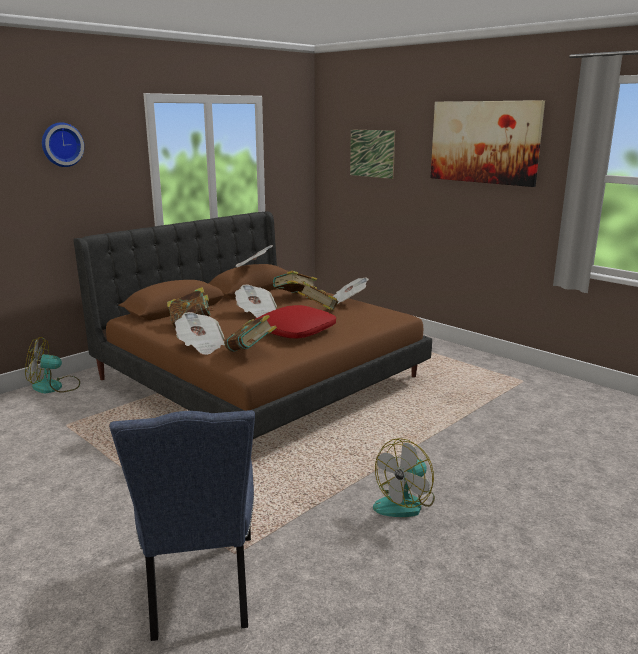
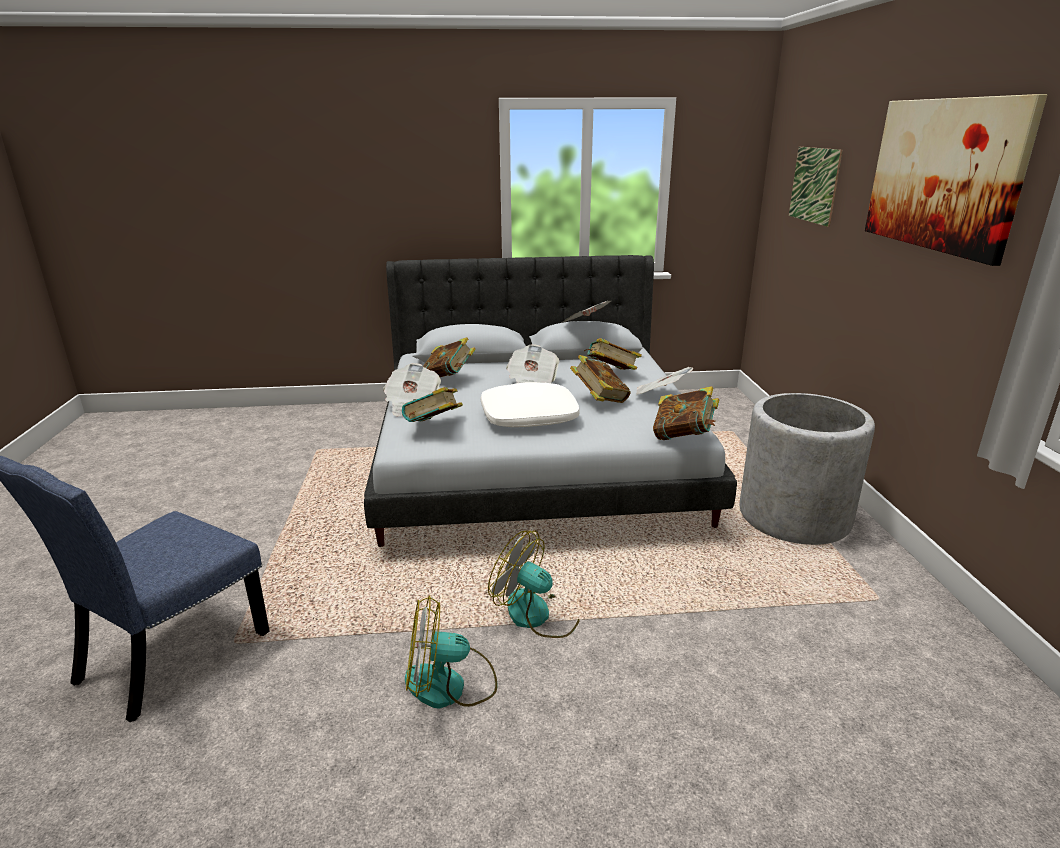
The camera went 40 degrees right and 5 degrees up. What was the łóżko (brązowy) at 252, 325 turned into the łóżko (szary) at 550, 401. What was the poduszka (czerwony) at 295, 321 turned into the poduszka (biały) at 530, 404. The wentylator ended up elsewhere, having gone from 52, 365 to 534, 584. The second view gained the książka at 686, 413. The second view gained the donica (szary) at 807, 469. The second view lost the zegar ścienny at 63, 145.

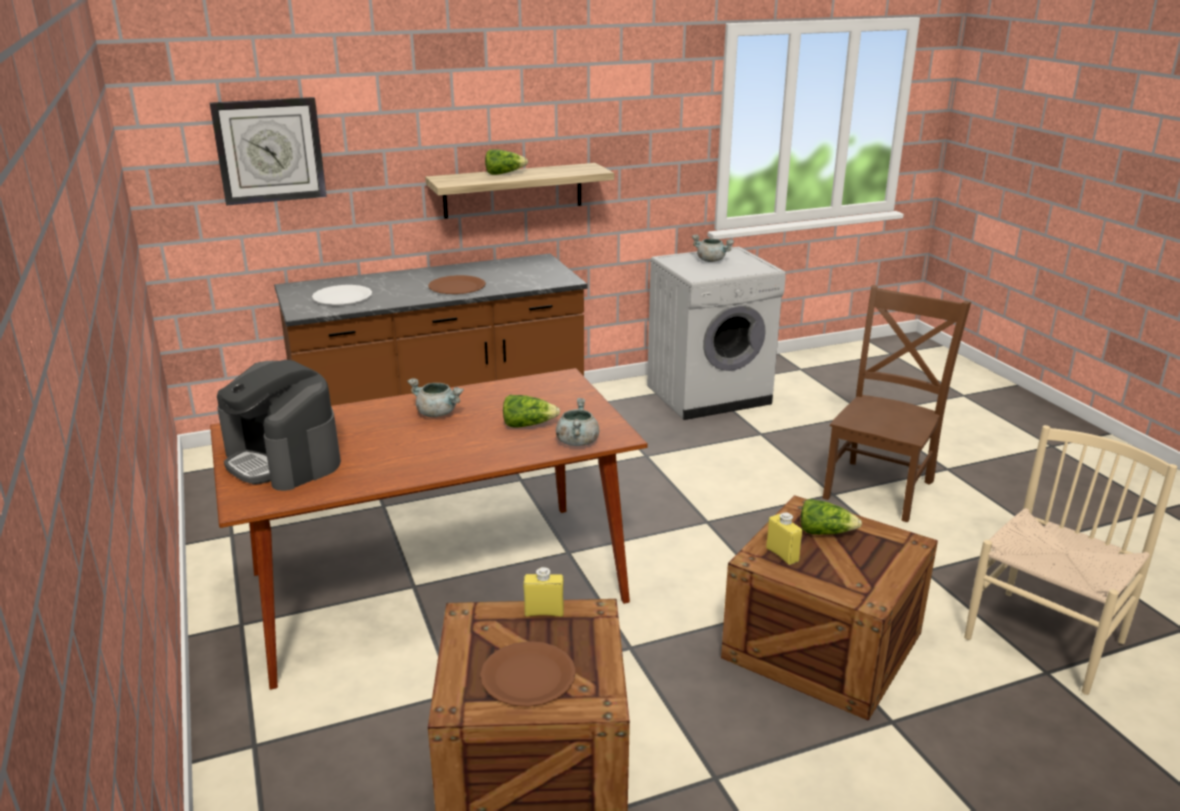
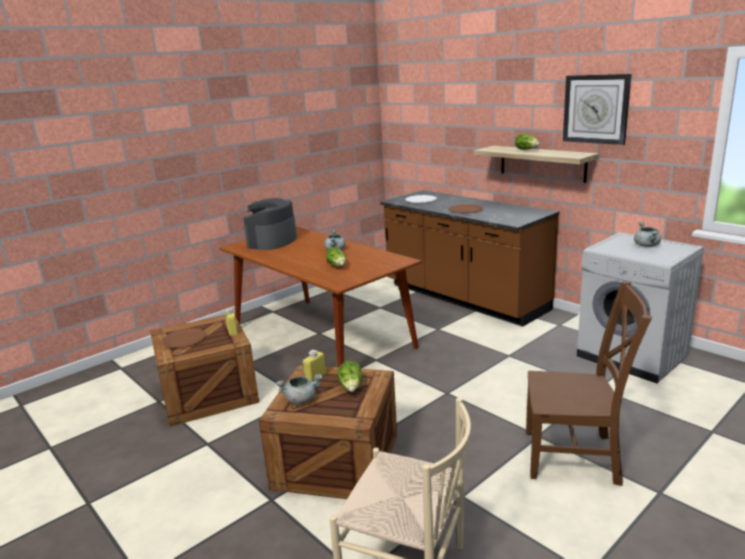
The camera went 70 degrees right and 5 degrees down. The garnek (szary) ended up elsewhere, having gone from 578, 422 to 299, 389. The zegar ścienny ended up elsewhere, having gone from 268, 151 to 597, 109.

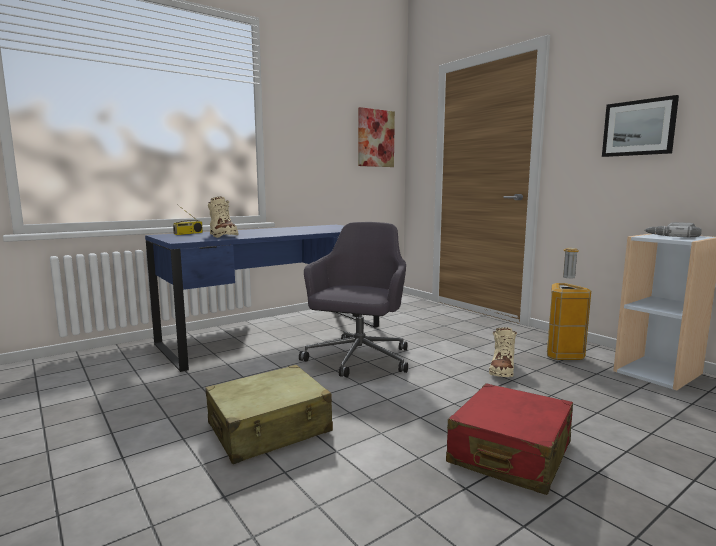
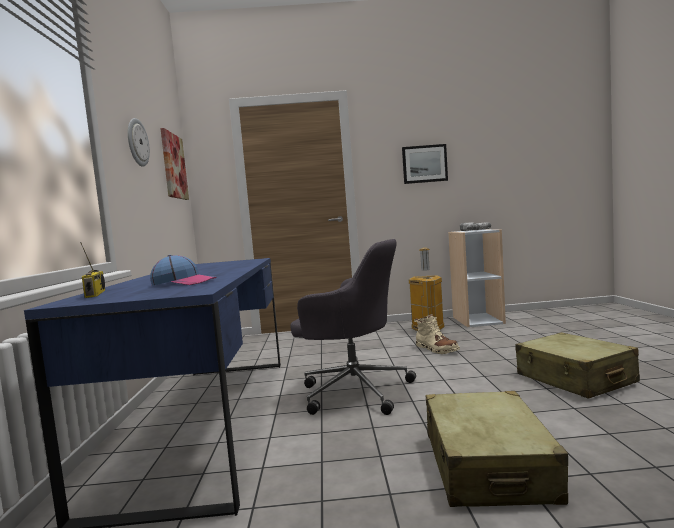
The camera went 55 degrees left and 5 degrees down. The second view gained the zegar ścienny at 139, 142. Where the but z cholewką (beżowy) stood at 223, 217, the czapka z daszkiem came to stand at 183, 270. The krzesło biurowe (szary) at 353, 299 ended up facing another way, 150 degrees clockwise from before. What was the walizka (czerwony) at 509, 439 turned into the walizka (beżowy) at 577, 365.

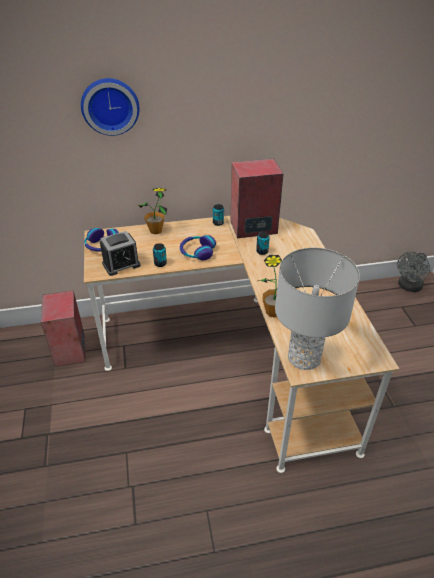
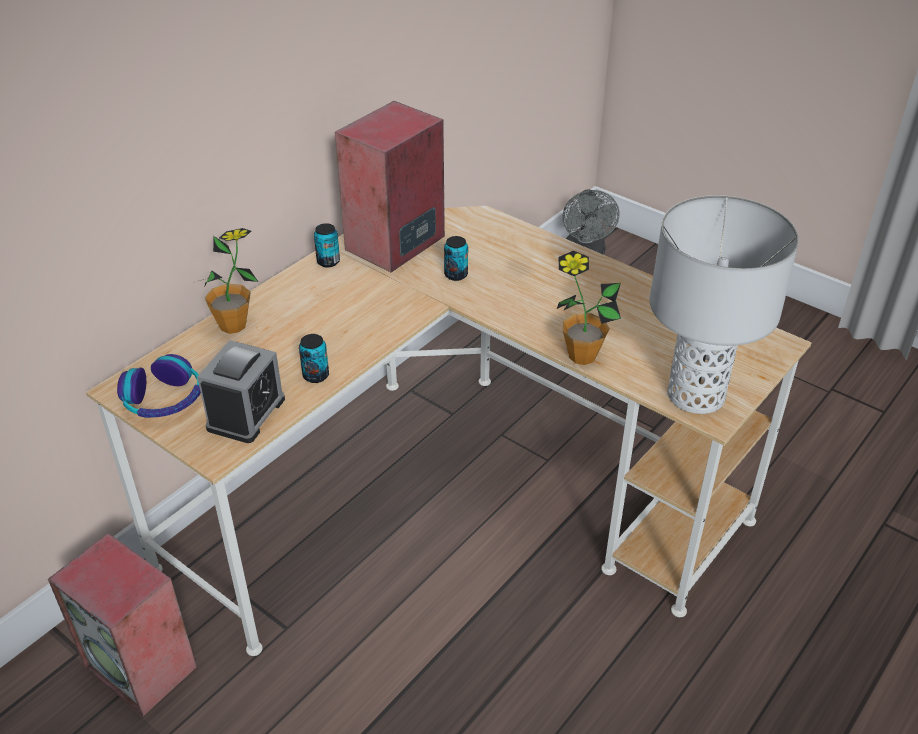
The camera went 40 degrees left and 0 degrees up. The second view lost the zegar ścienny at 110, 107. The second view lost the słuchawki at 198, 247.

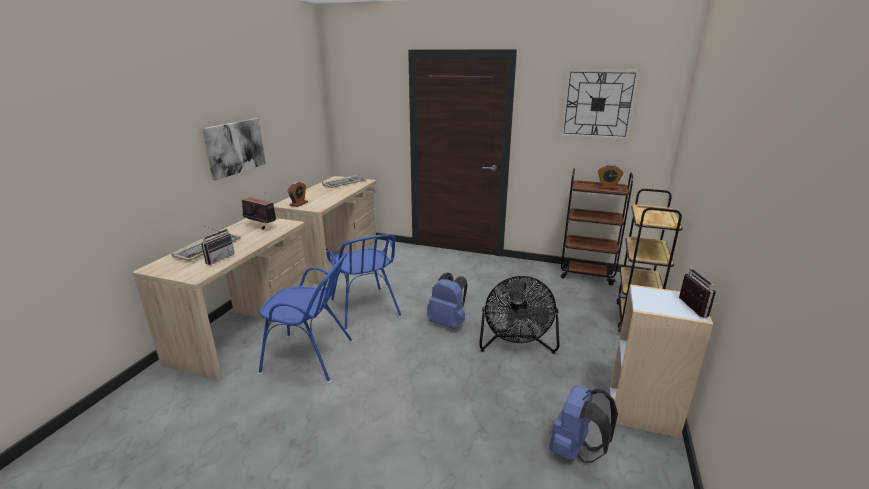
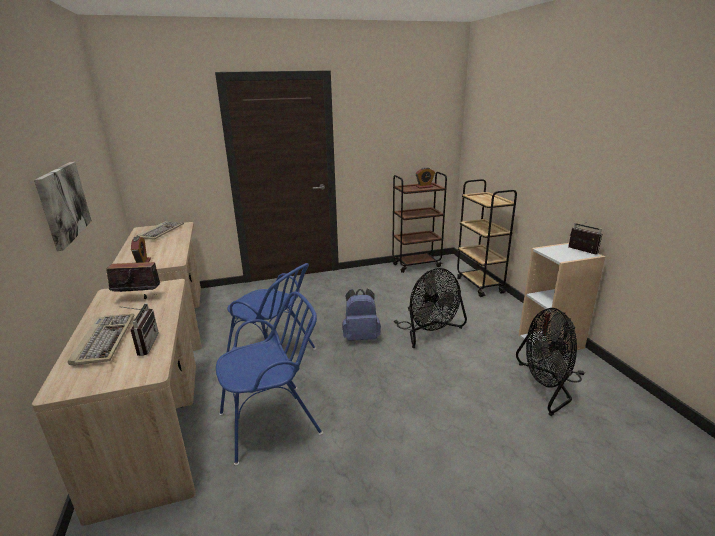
The camera went 35 degrees left and 0 degrees up. Where the plecak (niebieski) stood at 583, 424, the wentylator (czarny) came to stand at 551, 362. The second view lost the zegar ścienny at 600, 104.

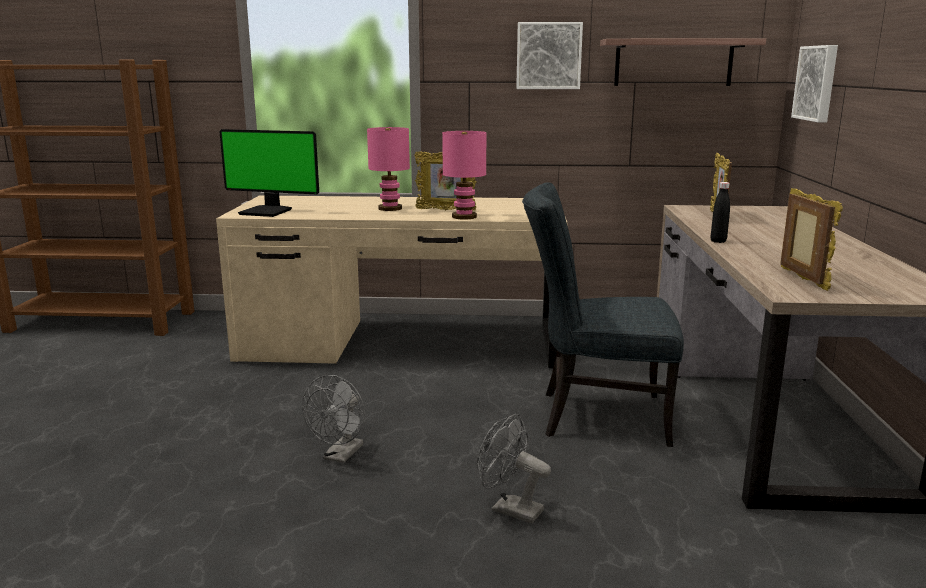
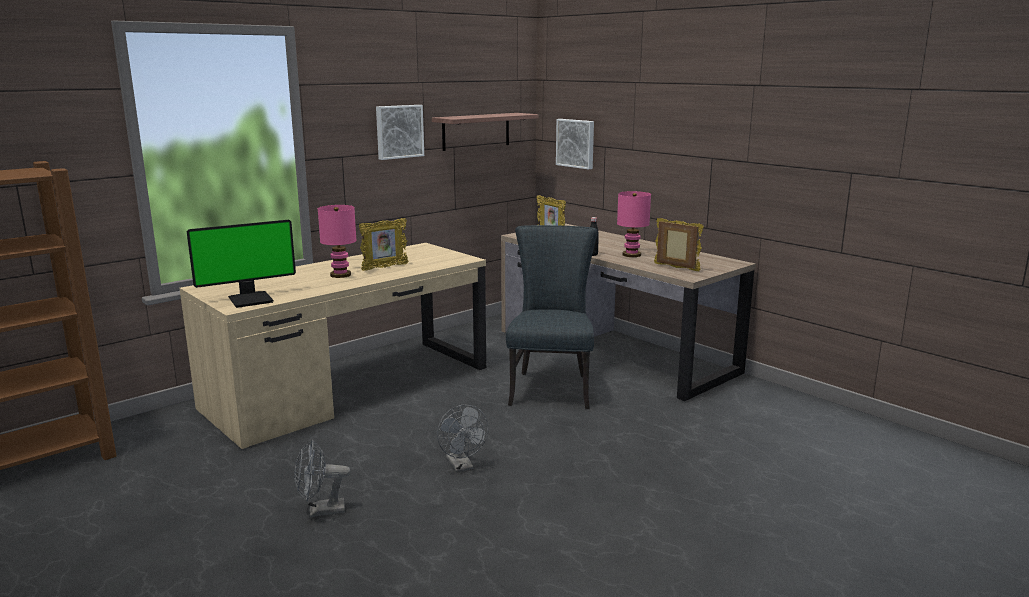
The camera went 45 degrees left and 0 degrees up. The wentylator (szary) ended up elsewhere, having gone from 514, 468 to 322, 478. The krzesło (szary) at 603, 314 ended up facing another way, 135 degrees clockwise from before. The lampa stołowa (różowy) ended up elsewhere, having gone from 464, 175 to 634, 224.

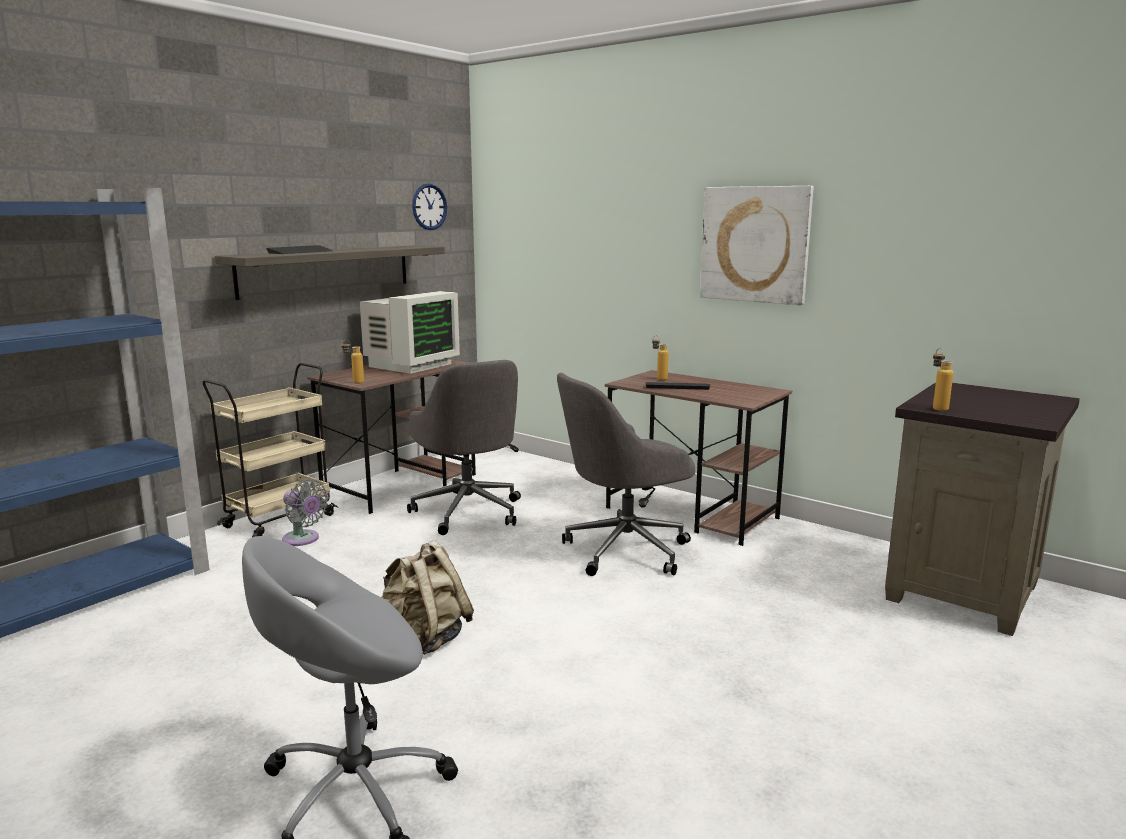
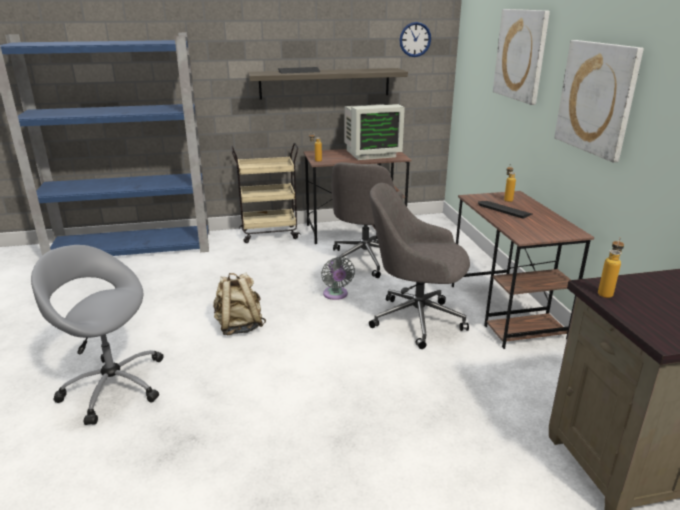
The camera went 40 degrees right and 10 degrees up. The wentylator (szary) ended up elsewhere, having gone from 305, 512 to 338, 278. The second view gained the obraz at 521, 57.

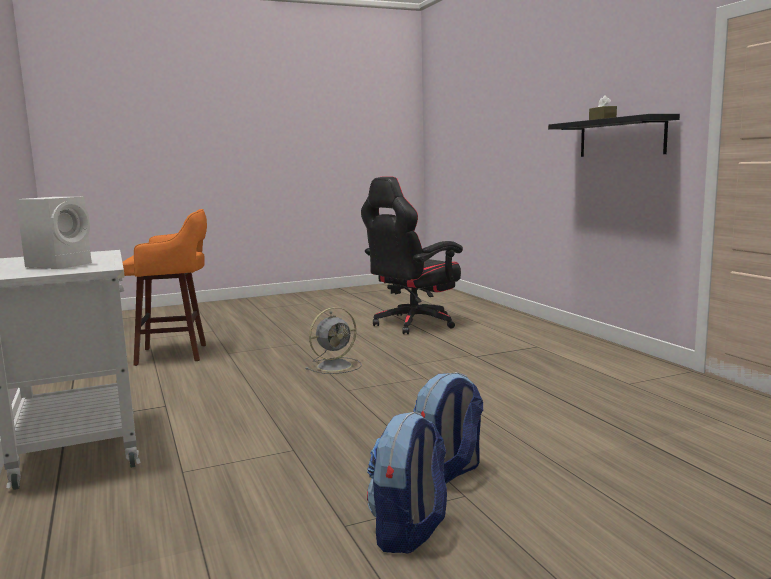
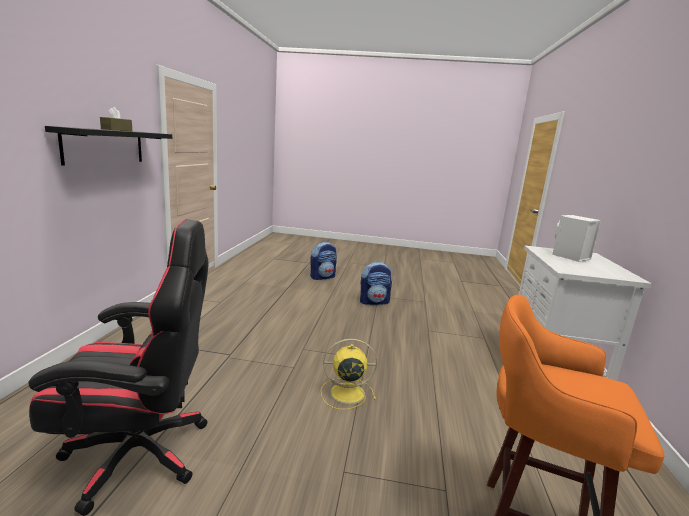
The camera went 150 degrees left and 5 degrees up. The plecak ended up elsewhere, having gone from 407, 483 to 323, 261. What was the wentylator (szary) at 334, 340 turned into the wentylator (żółty) at 349, 374.

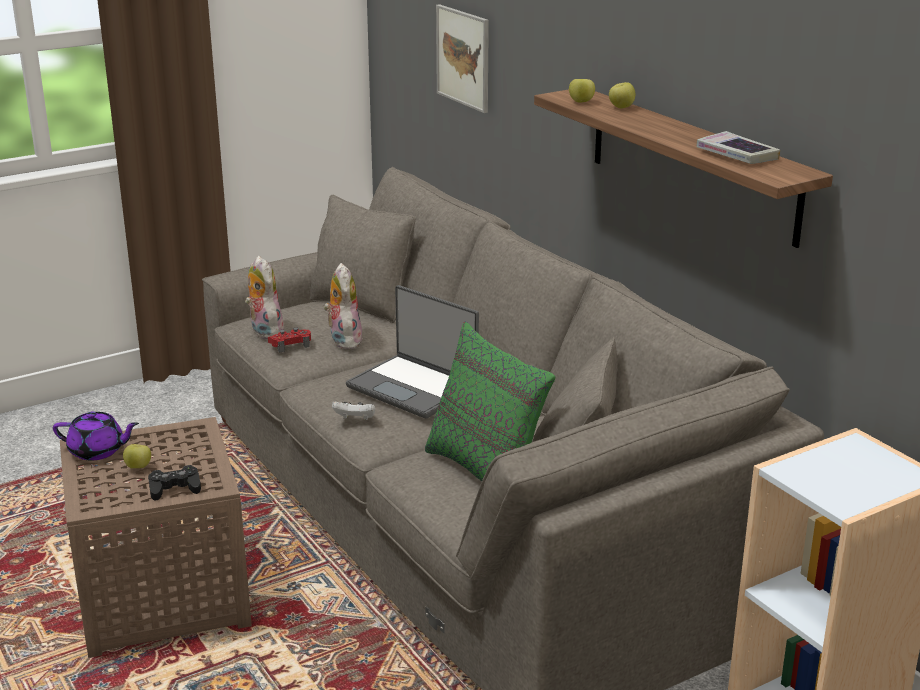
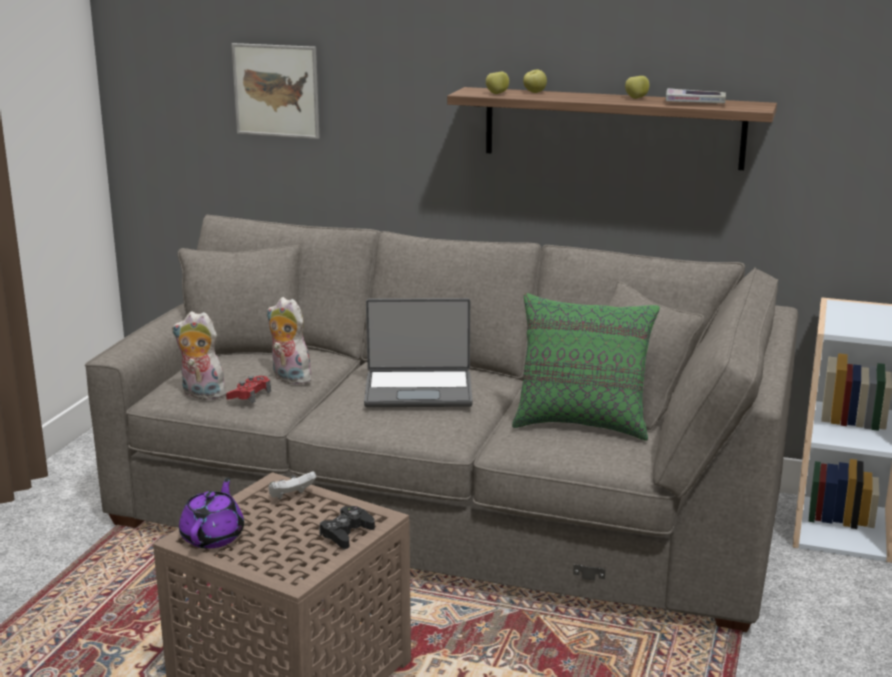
The camera went 40 degrees left and 5 degrees down. The imbryk (fioletowy) at 96, 436 ended up facing another way, 45 degrees counterclockwise from before. The pad do gier (biały) ended up elsewhere, having gone from 353, 411 to 292, 485. The jabłko ended up elsewhere, having gone from 137, 456 to 637, 87.

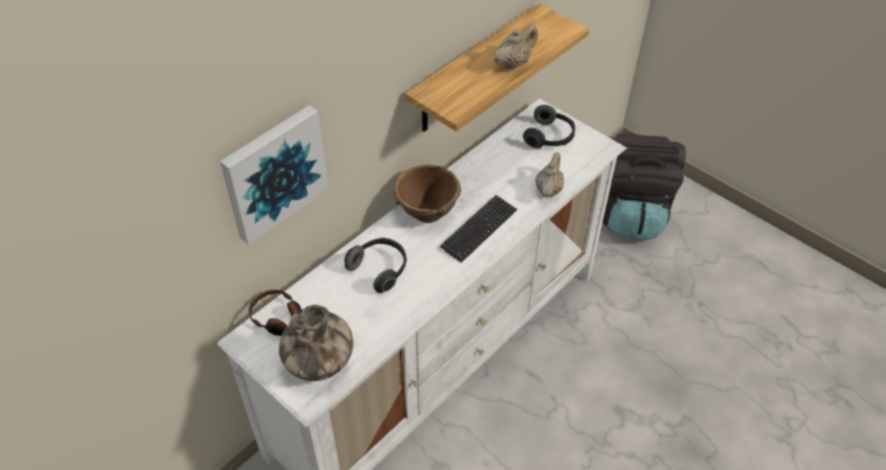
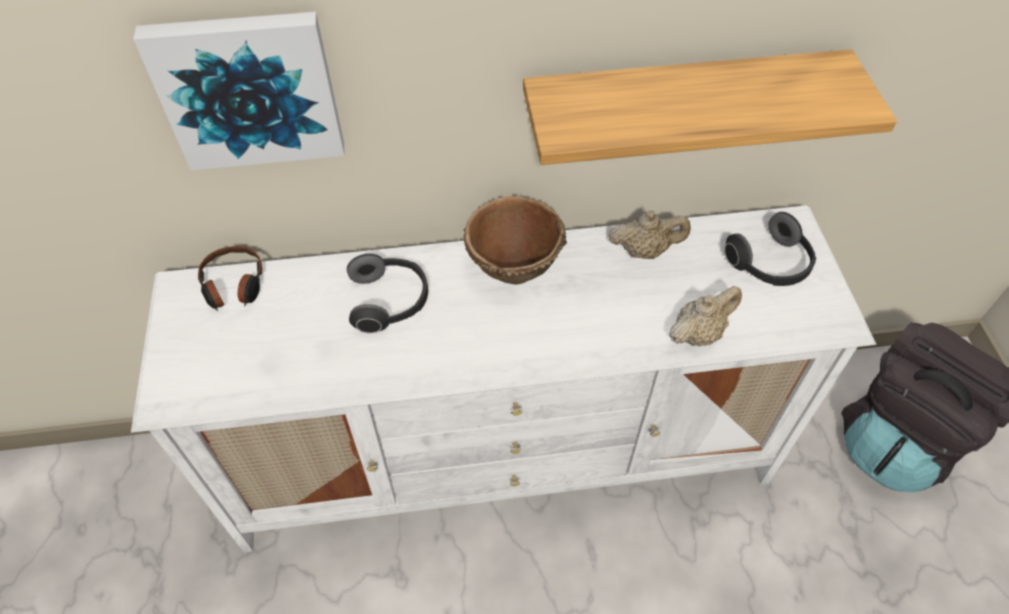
The camera went 40 degrees right and 5 degrees up. The imbryk (beżowy) ended up elsewhere, having gone from 516, 47 to 649, 235. The second view lost the wazon at 316, 343. The second view lost the klawiatura at 478, 229.

